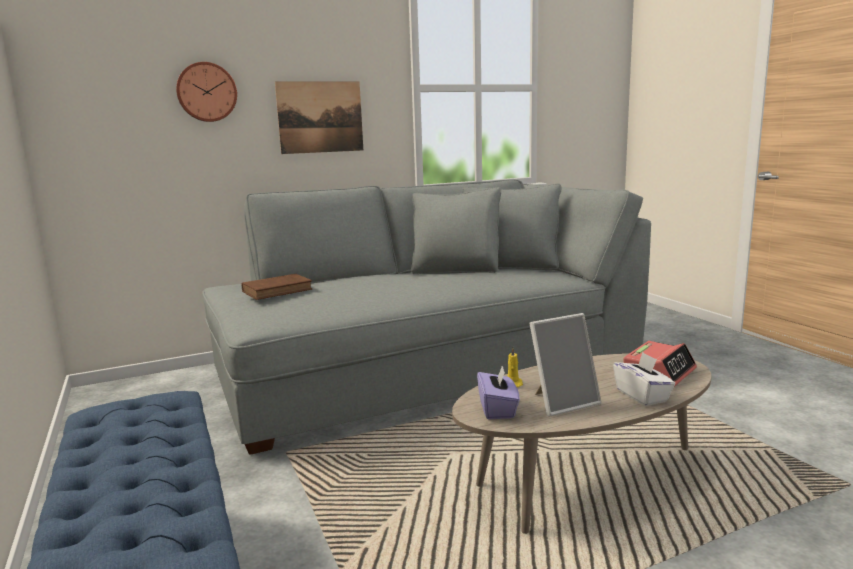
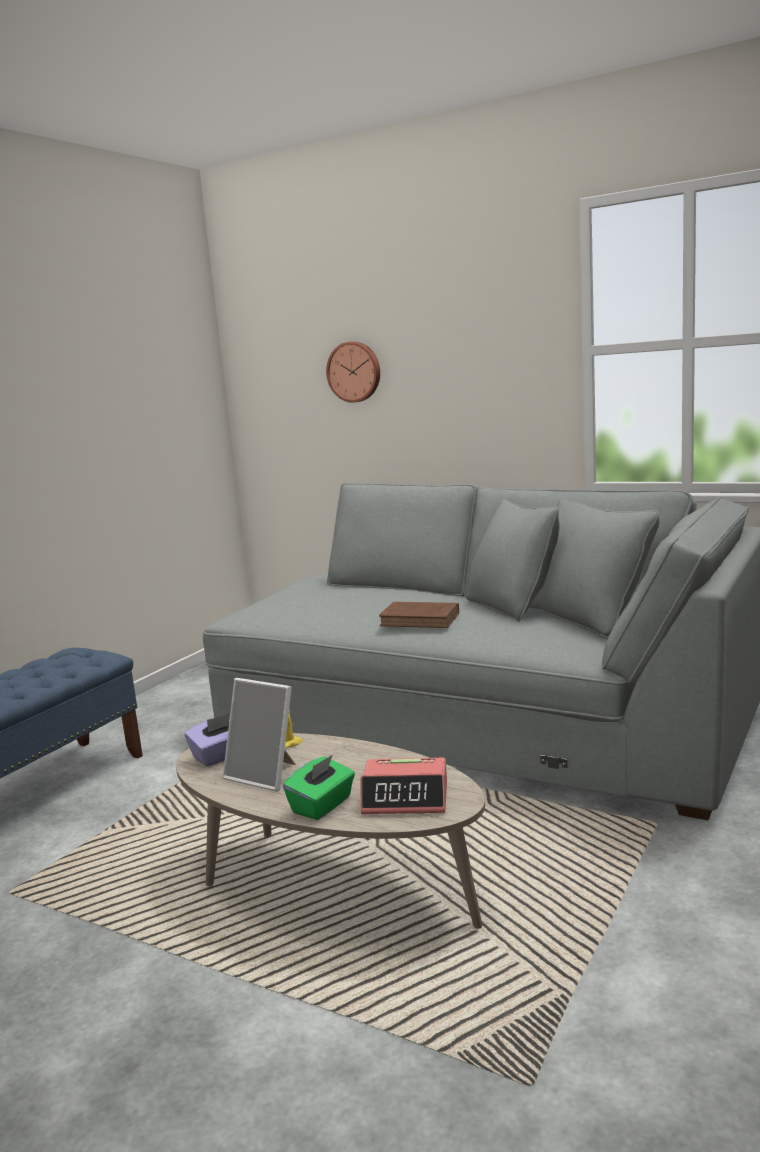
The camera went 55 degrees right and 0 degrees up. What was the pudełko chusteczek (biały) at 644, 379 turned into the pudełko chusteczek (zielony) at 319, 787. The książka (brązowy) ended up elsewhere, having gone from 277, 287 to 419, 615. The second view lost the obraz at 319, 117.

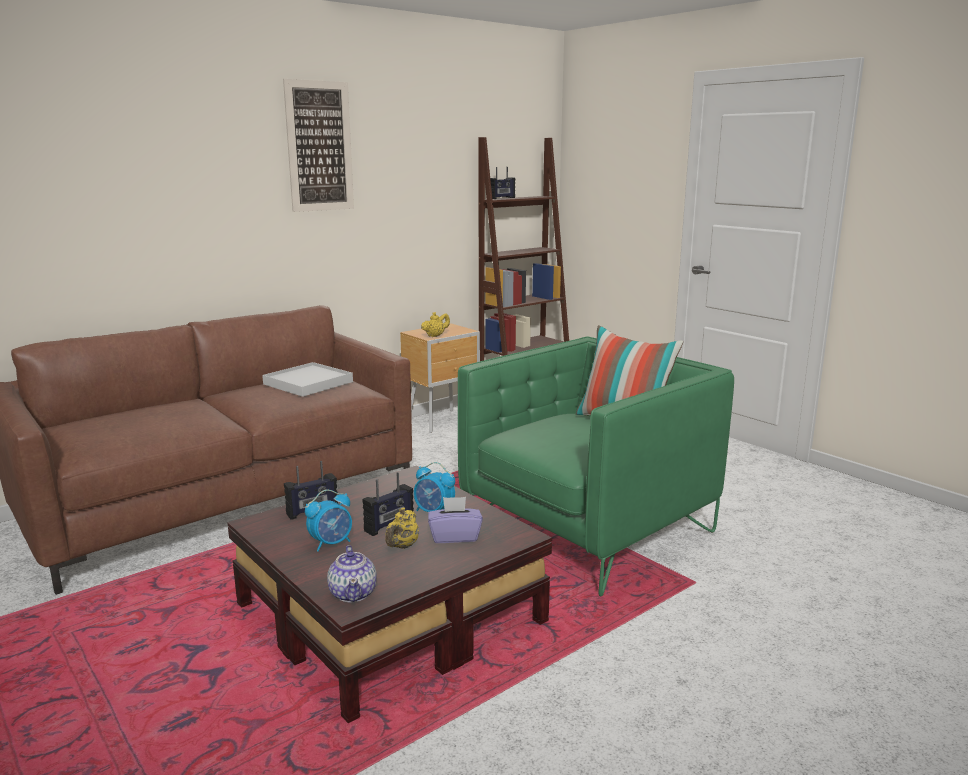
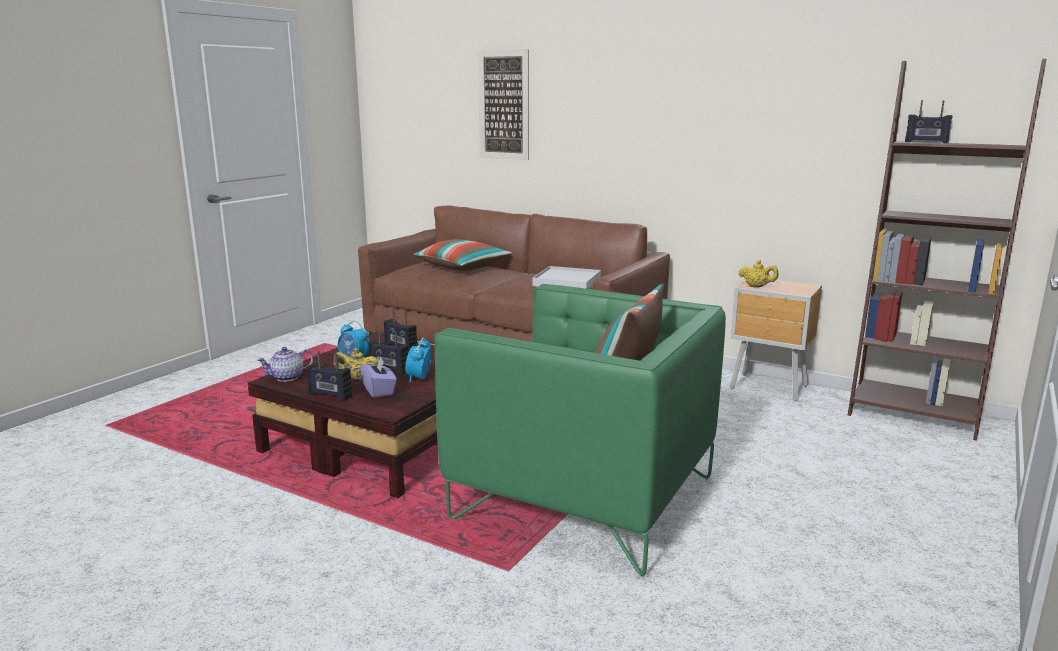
The camera went 70 degrees right and 0 degrees up. The second view gained the radio at 329, 376. The second view gained the poduszka at 462, 255. The obraz ended up elsewhere, having gone from 318, 145 to 503, 104.

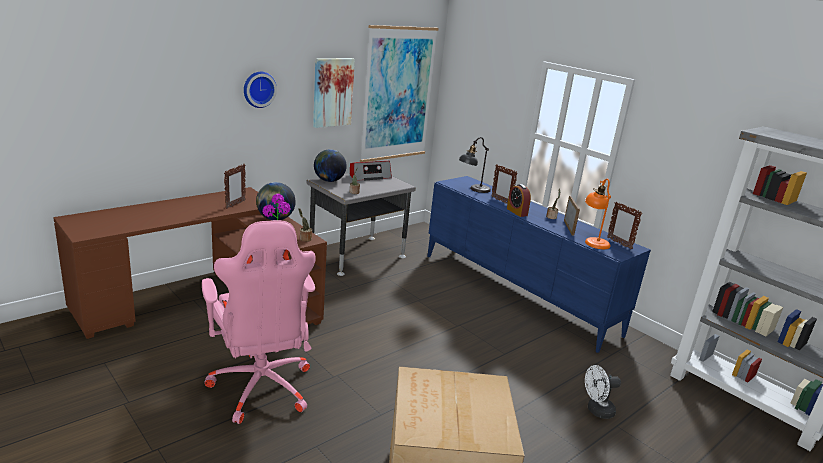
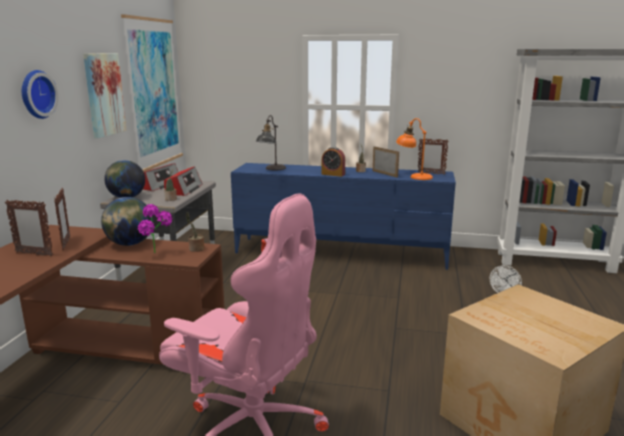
The camera went 35 degrees left and 5 degrees down. The ramka na zdjęcie ended up elsewhere, having gone from 504, 184 to 29, 227. The second view gained the radio at 183, 181.

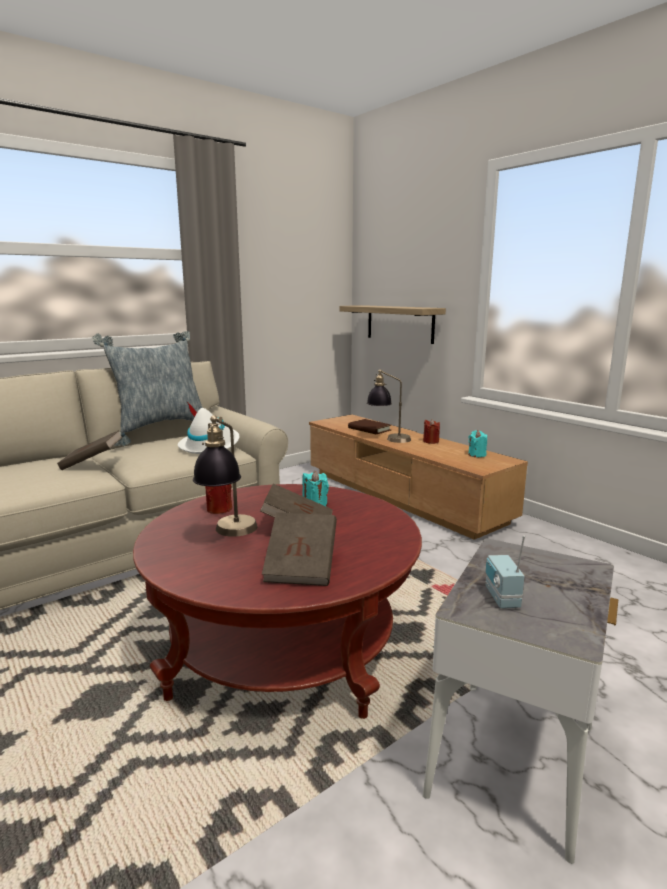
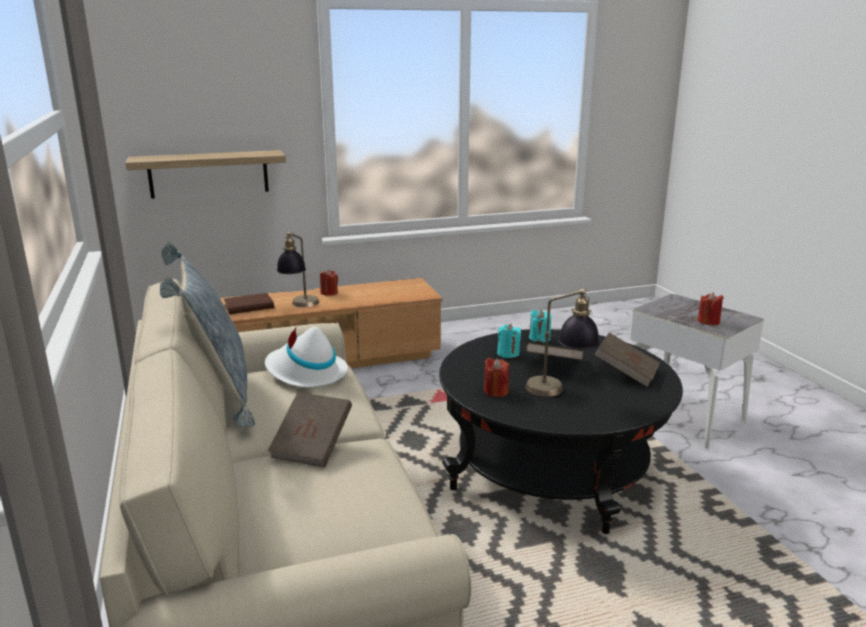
The camera went 70 degrees left and 5 degrees up. What was the ława (czerwony) at 277, 601 turned into the ława (czarny) at 561, 431. The świeca (turkusowy) ended up elsewhere, having gone from 477, 443 to 540, 326. Where the radio stood at 505, 571, the świeca (czerwony) came to stand at 711, 308.

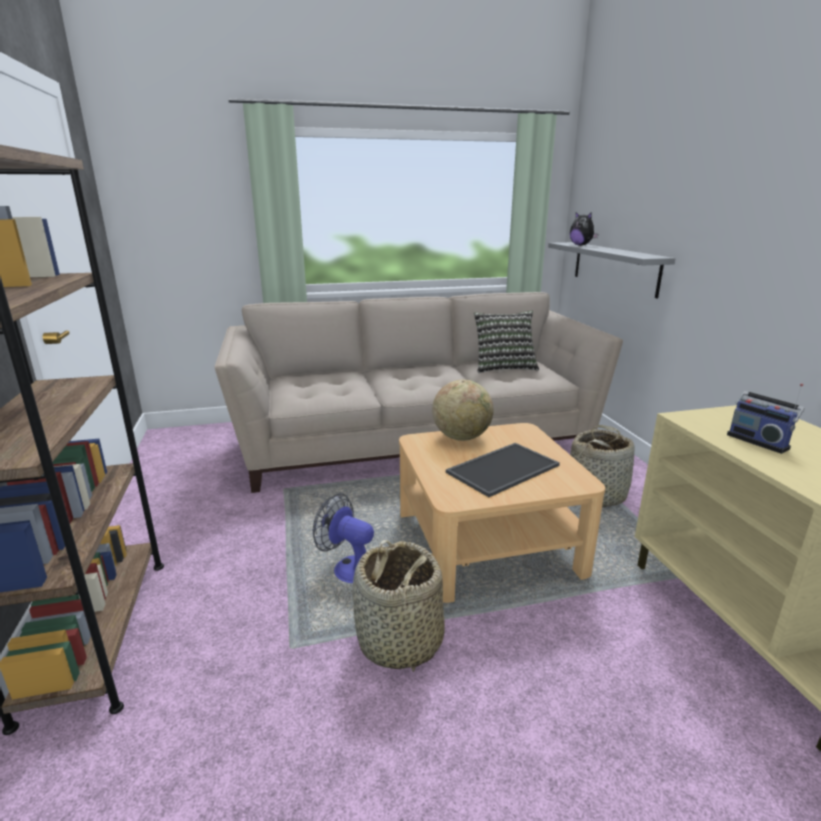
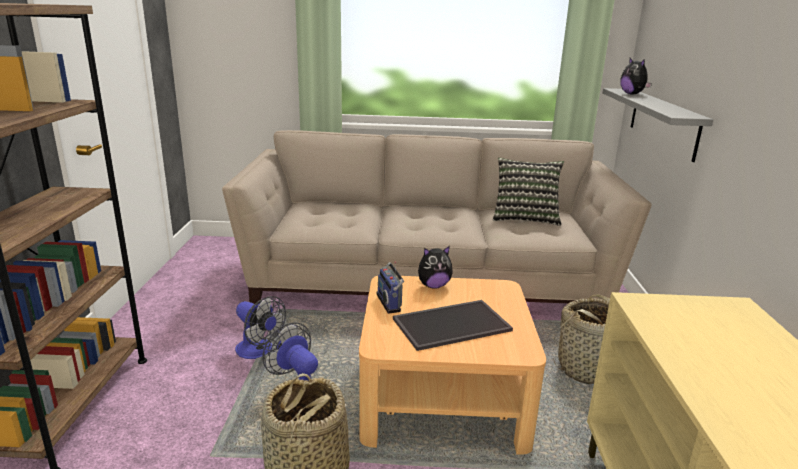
The camera went 15 degrees right and 0 degrees up. The second view gained the wentylator at 260, 327. The radio ended up elsewhere, having gone from 765, 418 to 390, 287. Where the globus stood at 462, 410, the pluszak came to stand at 435, 267.

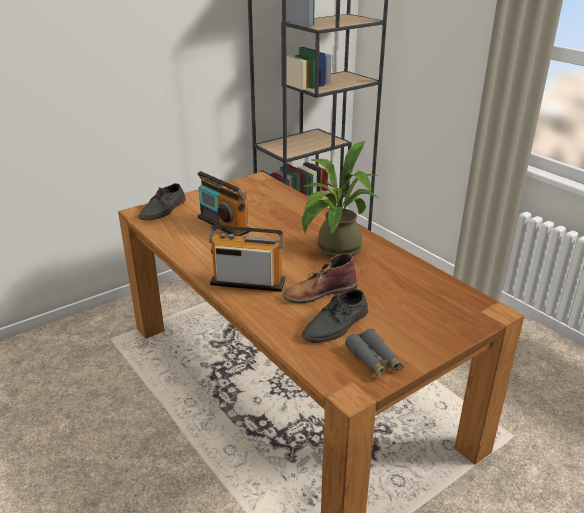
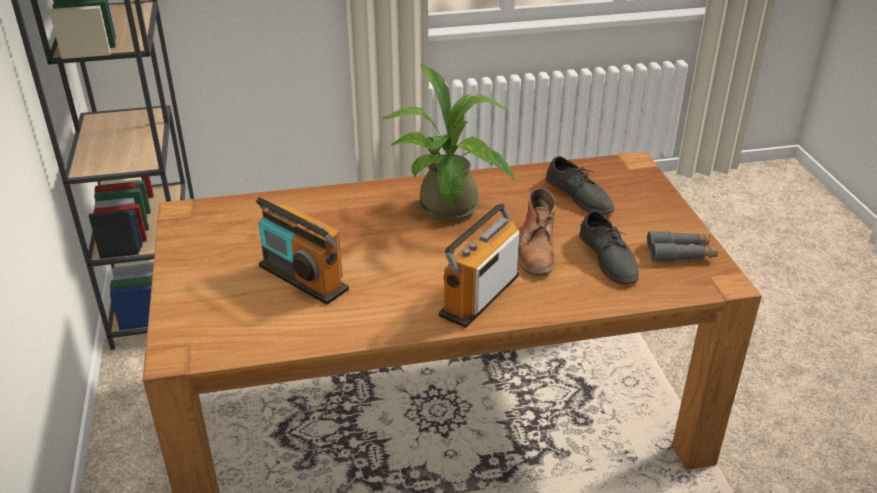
The camera went 65 degrees left and 5 degrees up. The radio at 224, 203 ended up facing another way, 60 degrees clockwise from before. The but (szary) ended up elsewhere, having gone from 162, 202 to 579, 185.

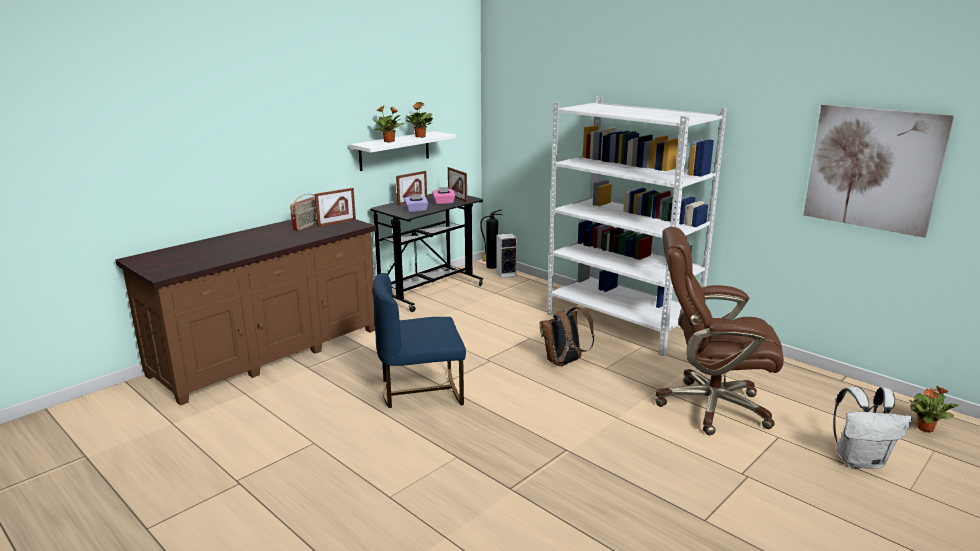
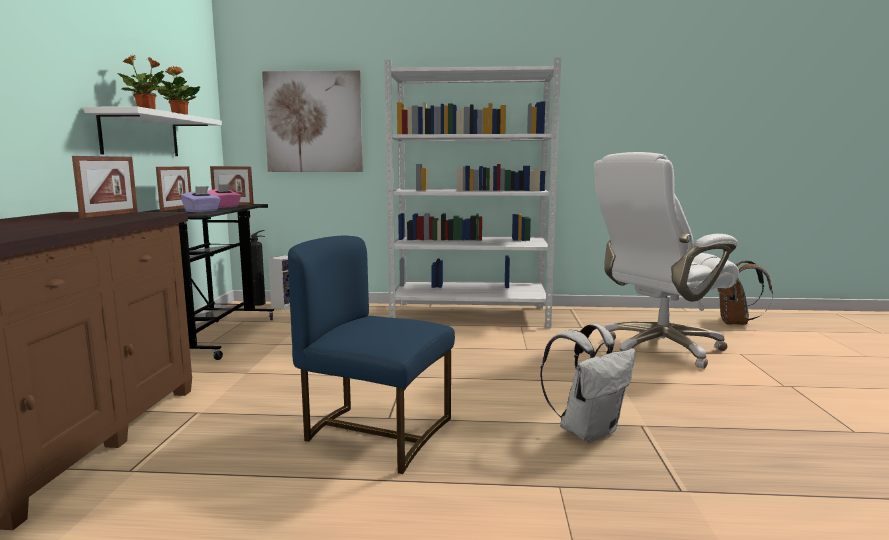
The camera went 40 degrees left and 10 degrees down. The obraz ended up elsewhere, having gone from 878, 171 to 312, 121. The krzesło (niebieski) at 419, 340 ended up facing another way, 75 degrees clockwise from before. The plecak (biały) ended up elsewhere, having gone from 872, 428 to 588, 383. What was the krzesło biurowe (brązowy) at 719, 331 turned into the krzesło biurowe (biały) at 666, 260. The plecak (brązowy) ended up elsewhere, having gone from 567, 336 to 745, 292. The second view lost the radio at 303, 212. The second view lost the roślina doniczkowa at 934, 409.

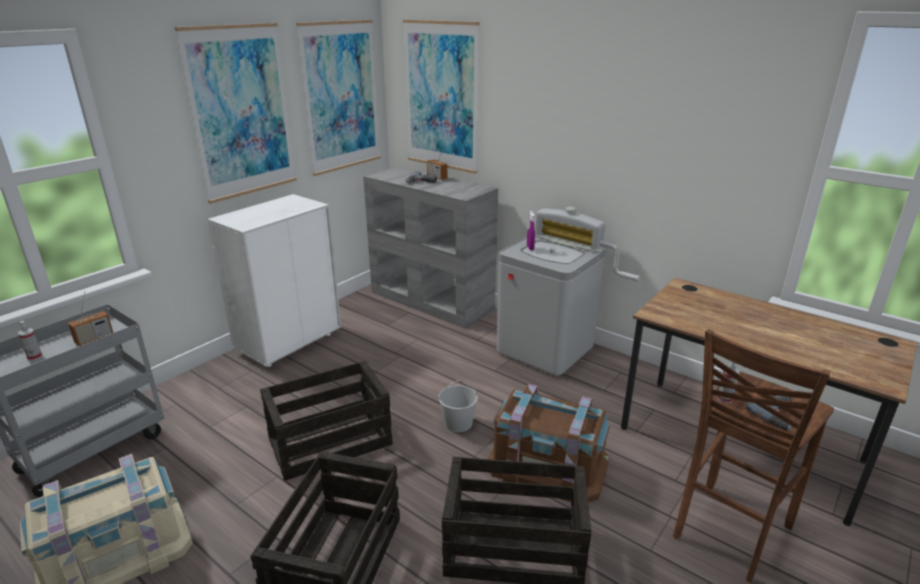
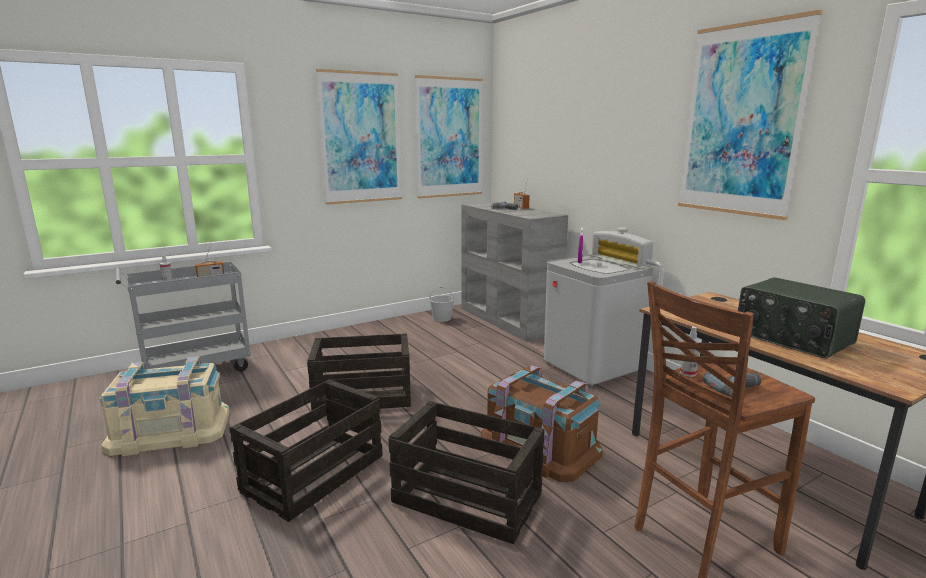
The camera went 20 degrees right and 10 degrees down. The wiadro (biały) ended up elsewhere, having gone from 458, 406 to 441, 304. The obraz ended up elsewhere, having gone from 441, 96 to 750, 115. The second view gained the radio at 801, 318. The second view lost the szafka (biały) at 274, 280.

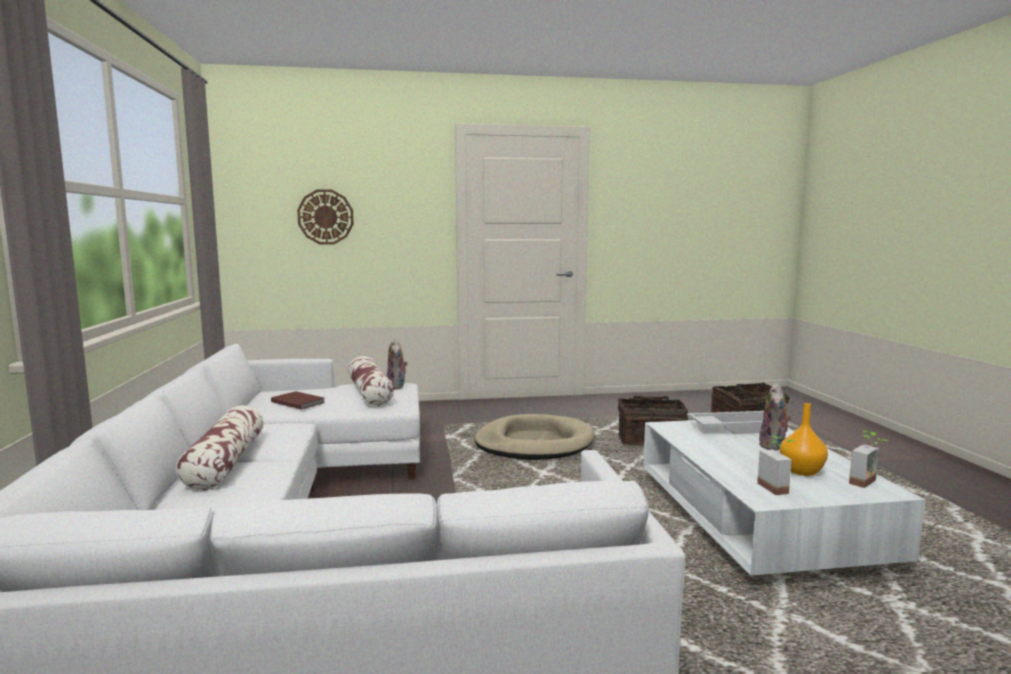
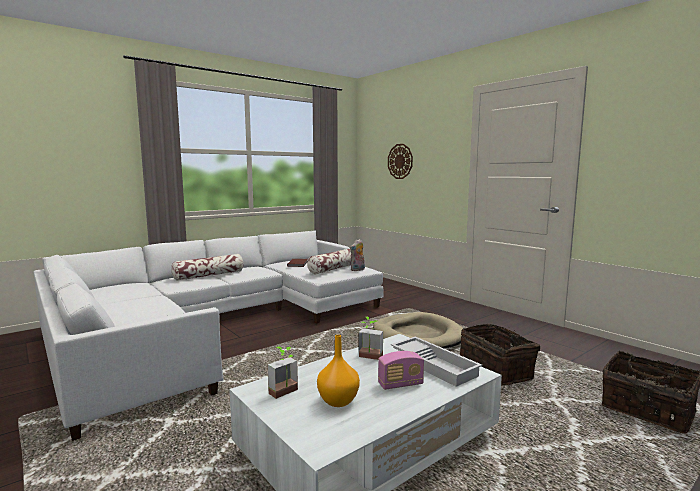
The camera went 60 degrees right and 0 degrees up. The roślina doniczkowa ended up elsewhere, having gone from 869, 459 to 371, 338. Where the pluszak stood at 775, 417, the radio came to stand at 401, 370.

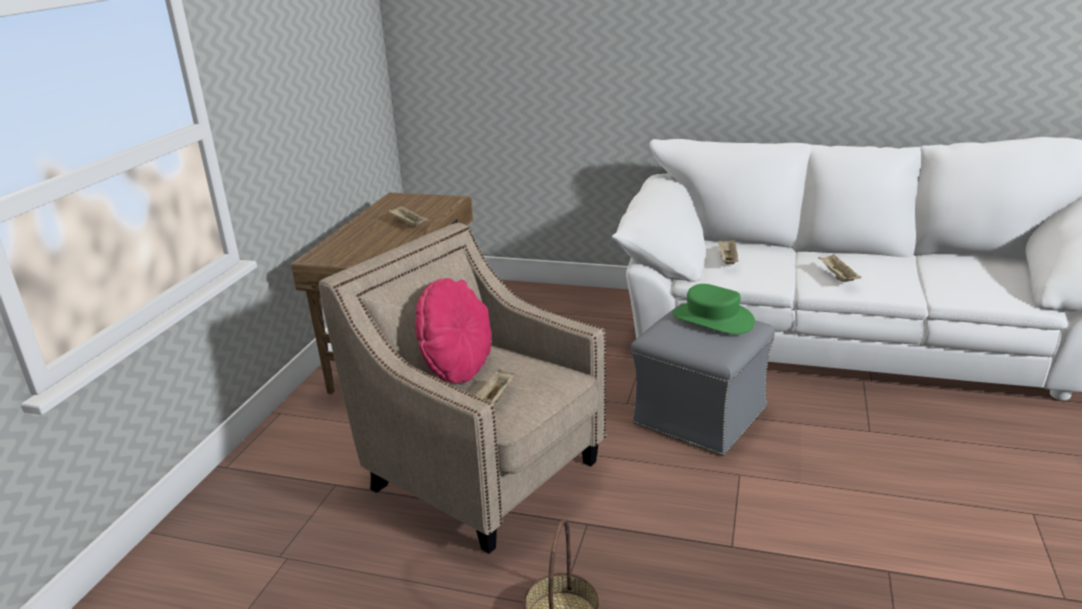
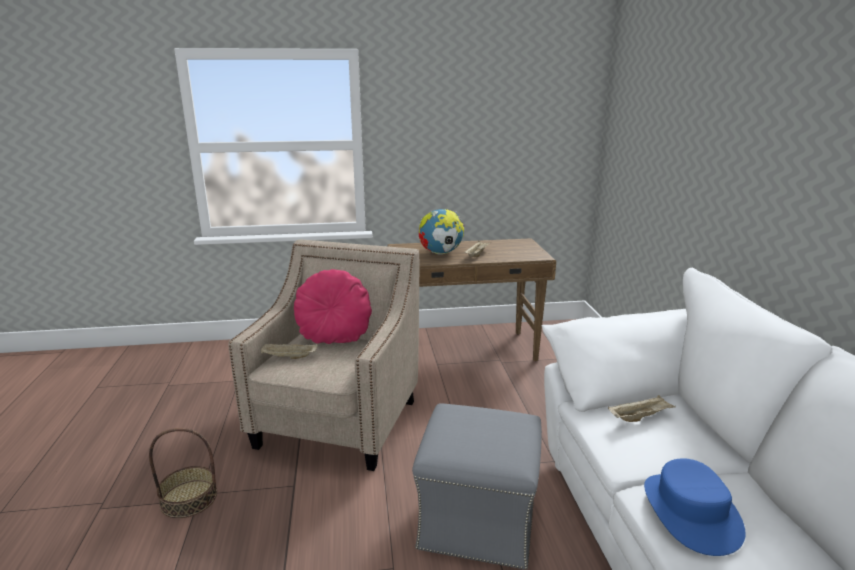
The camera went 65 degrees right and 5 degrees down. The second view gained the globus at 441, 232. Where the taca (beżowy) stood at 840, 268, the kapelusz (niebieski) came to stand at 695, 507. The second view lost the kapelusz (zielony) at 714, 309.

